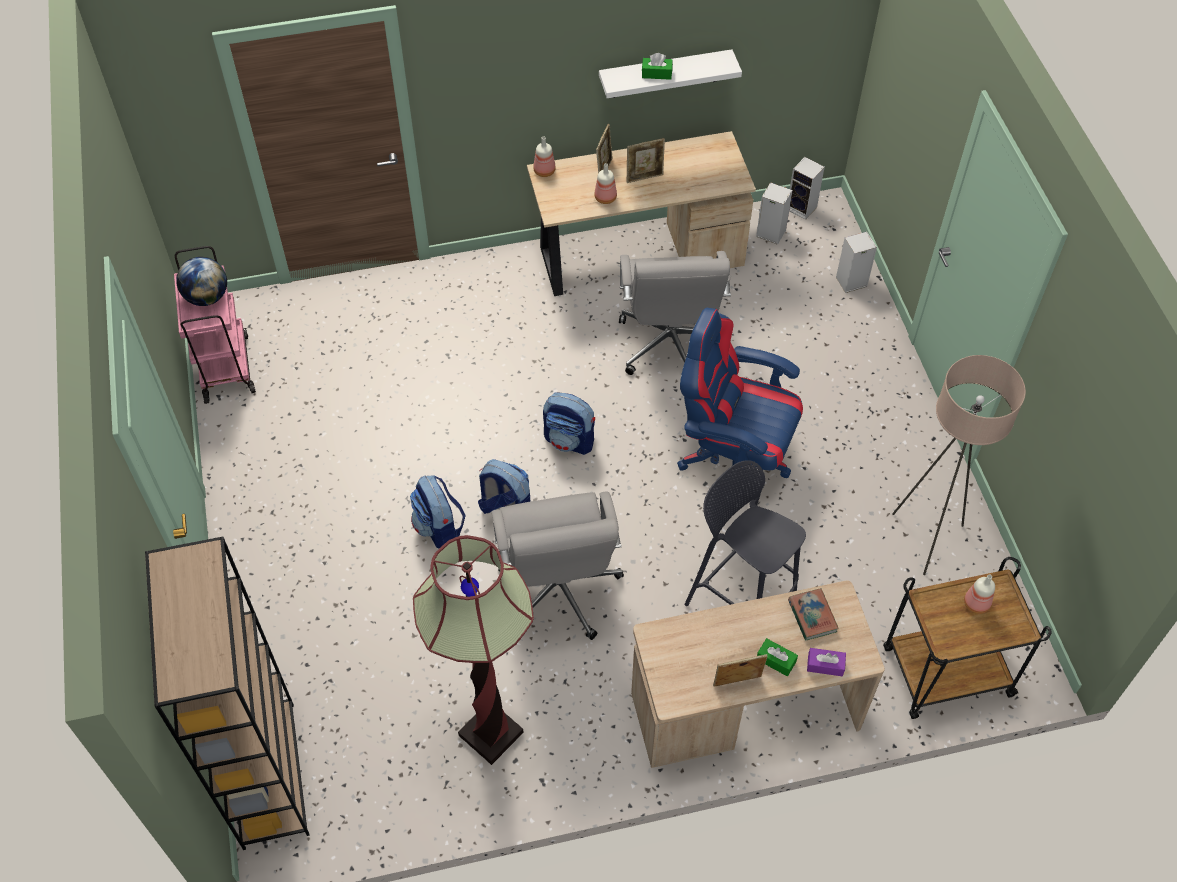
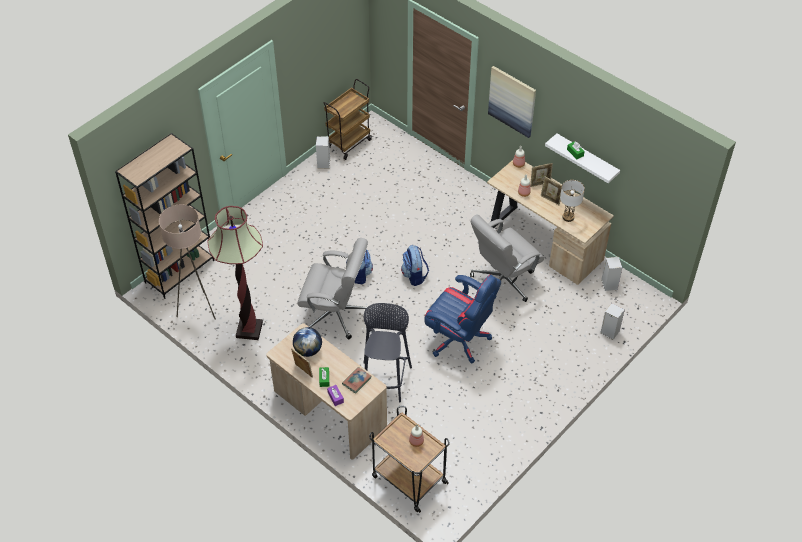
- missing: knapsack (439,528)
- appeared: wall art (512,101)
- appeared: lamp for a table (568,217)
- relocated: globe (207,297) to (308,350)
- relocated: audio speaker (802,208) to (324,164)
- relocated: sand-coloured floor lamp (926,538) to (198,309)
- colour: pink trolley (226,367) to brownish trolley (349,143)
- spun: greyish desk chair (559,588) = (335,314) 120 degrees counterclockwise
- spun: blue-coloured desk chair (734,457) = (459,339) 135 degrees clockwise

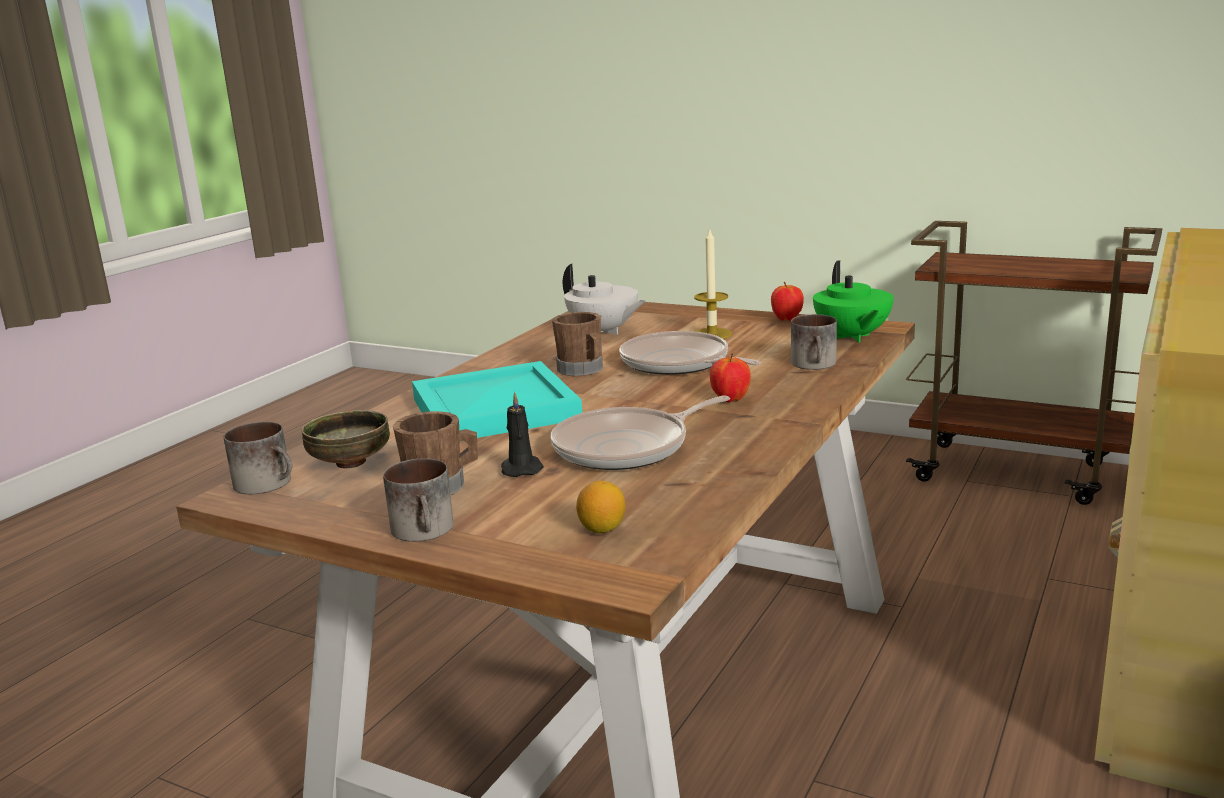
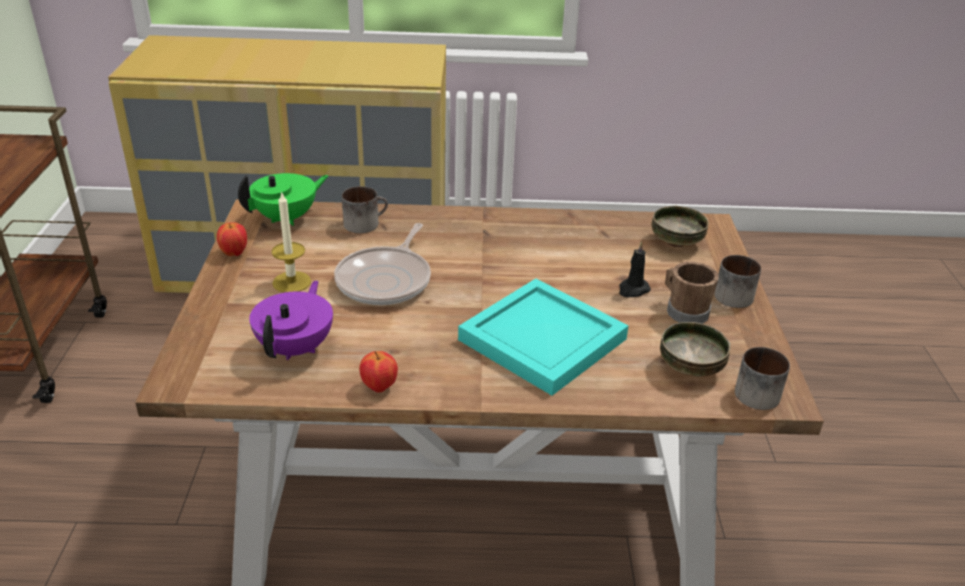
- missing: pan (627,448)
- missing: brownish coffee mug (583,371)
- relocated: apple fruit (730,399) to (379,387)
- exchanged: lemon (602,529) to bowl (676,242)
- colour: whitish pot for tea (603,331) to purple pot for tea (296,348)

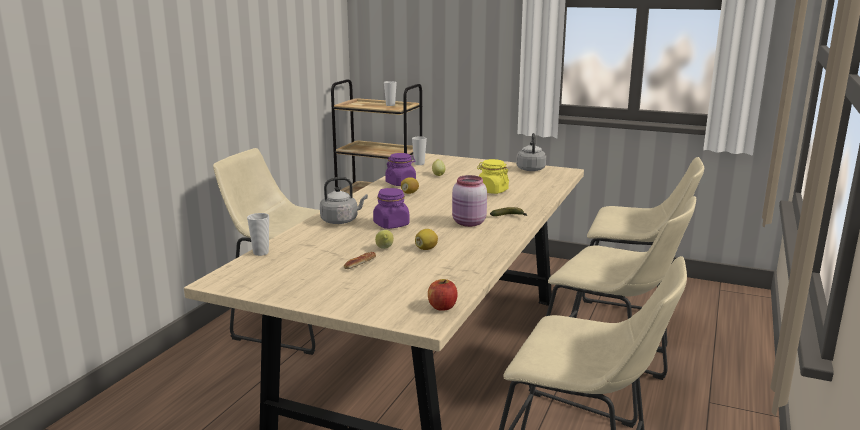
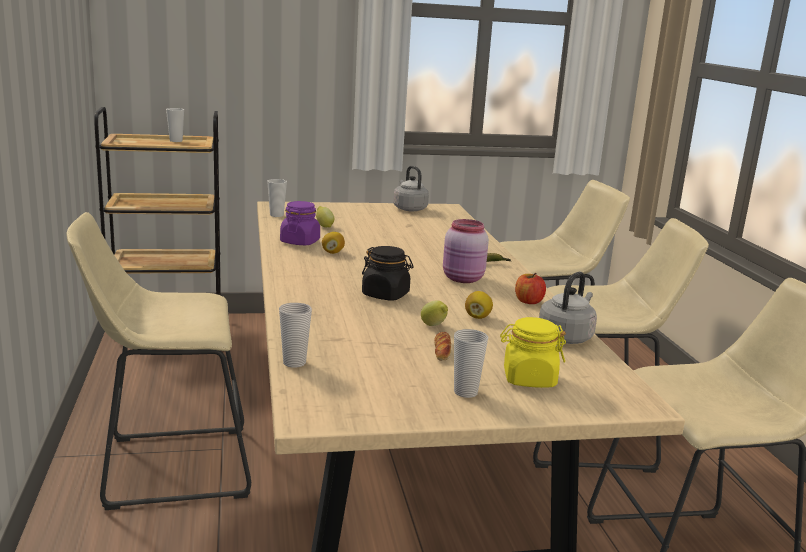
- appeared: drinking cup (465,392)
- relocated: greyish tea kettle (341,221) to (566,337)
- relocated: apple fruit (442,307) to (528,301)
- relocated: yellow-coloured storage jar (492,191) to (529,379)
- colour: purple storage jar (391,225) to blackish storage jar (386,295)

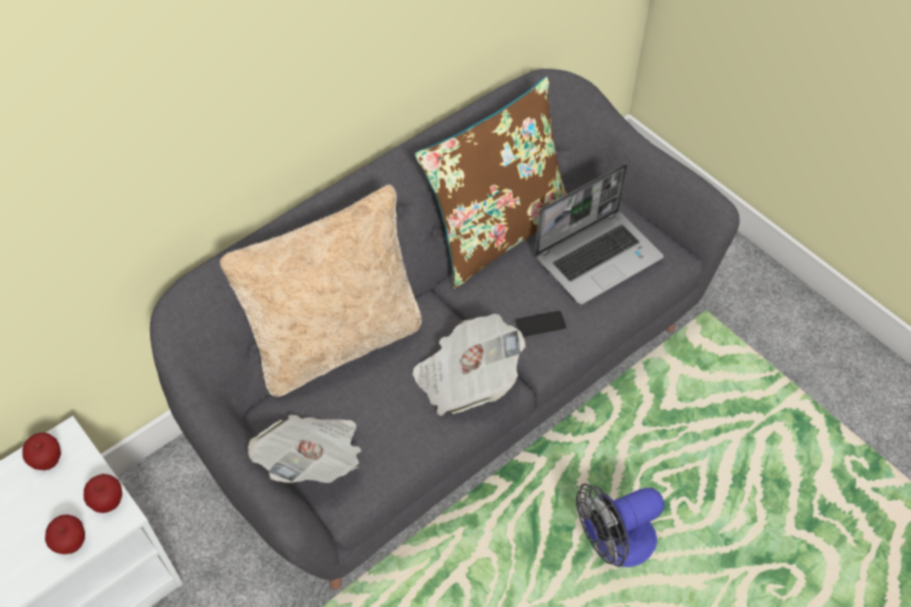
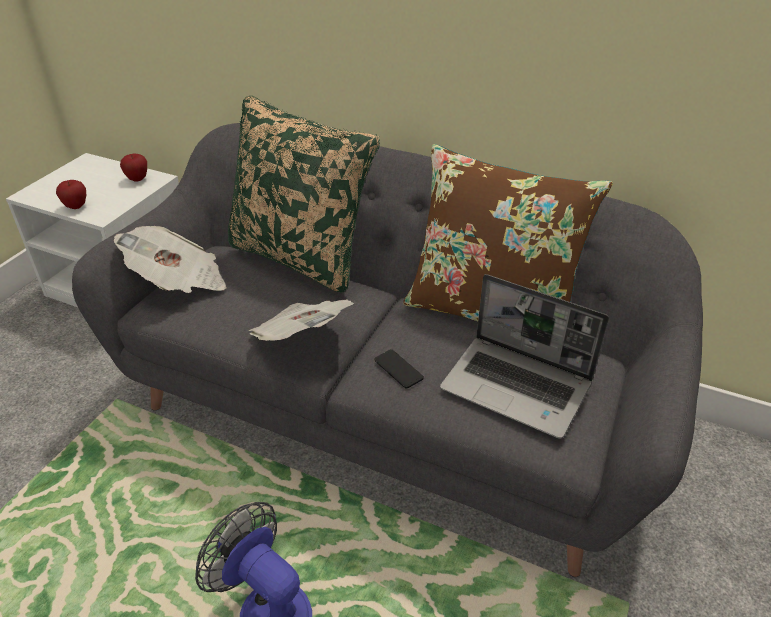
- missing: apple fruit (109,503)
- colour: sand-coloured cushion (339,344) to greenish cushion (300,261)

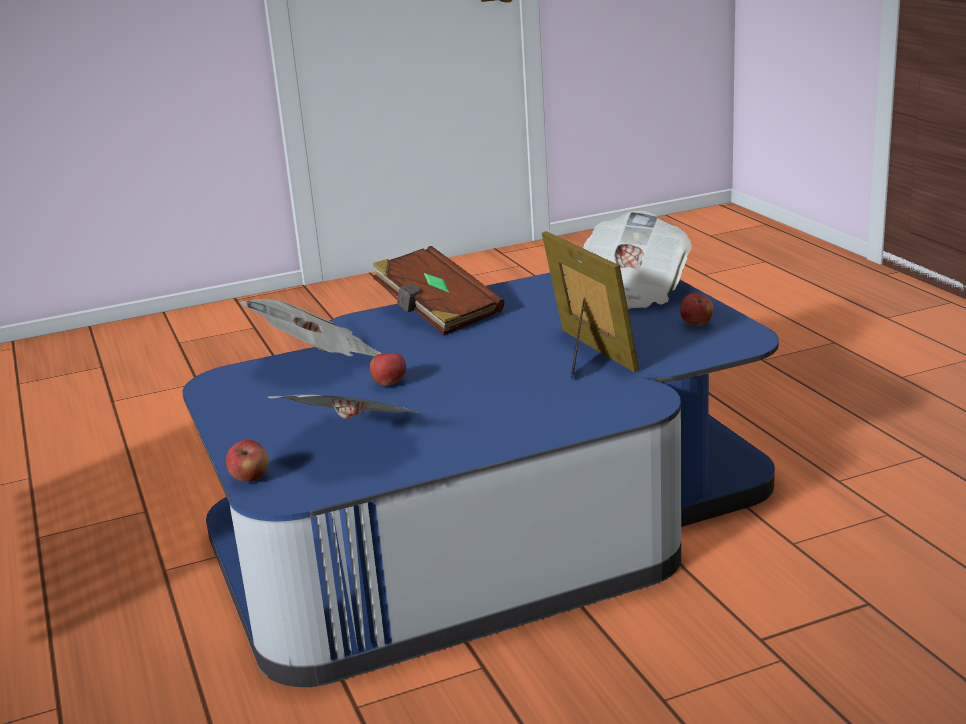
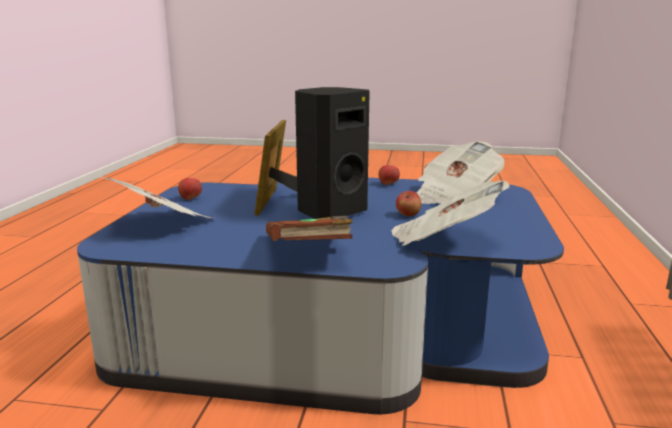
- appeared: blackish audio speaker (330,211)
- relocated: apple fruit (250,478) to (388,184)

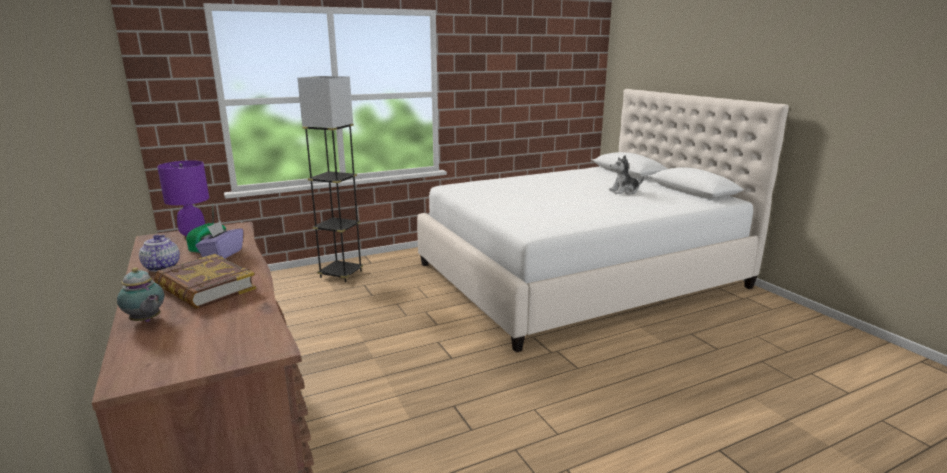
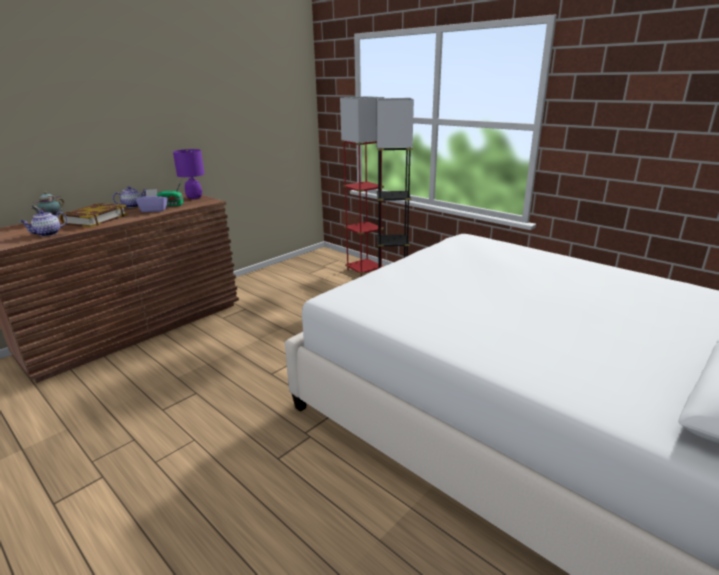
- missing: plush toy (624,191)
- appeared: pot for tea (47,234)
- appeared: red-coloured floor lamp (364,270)

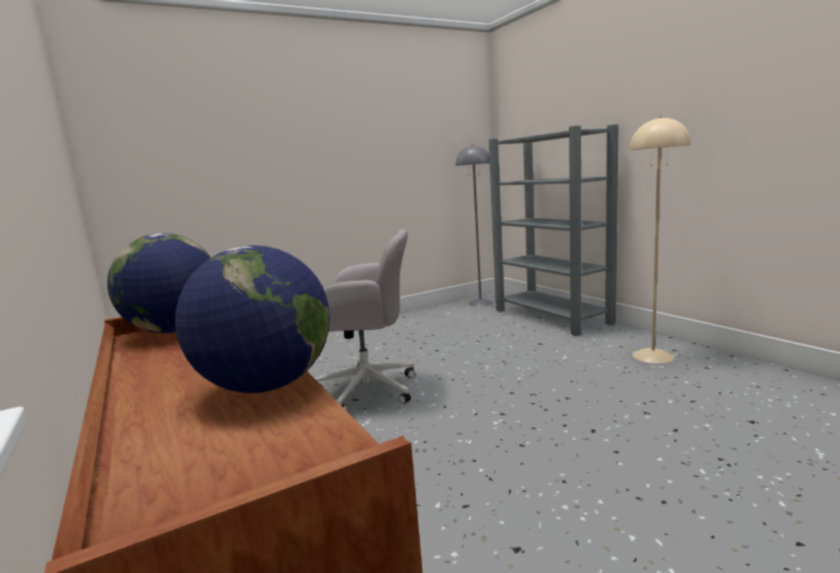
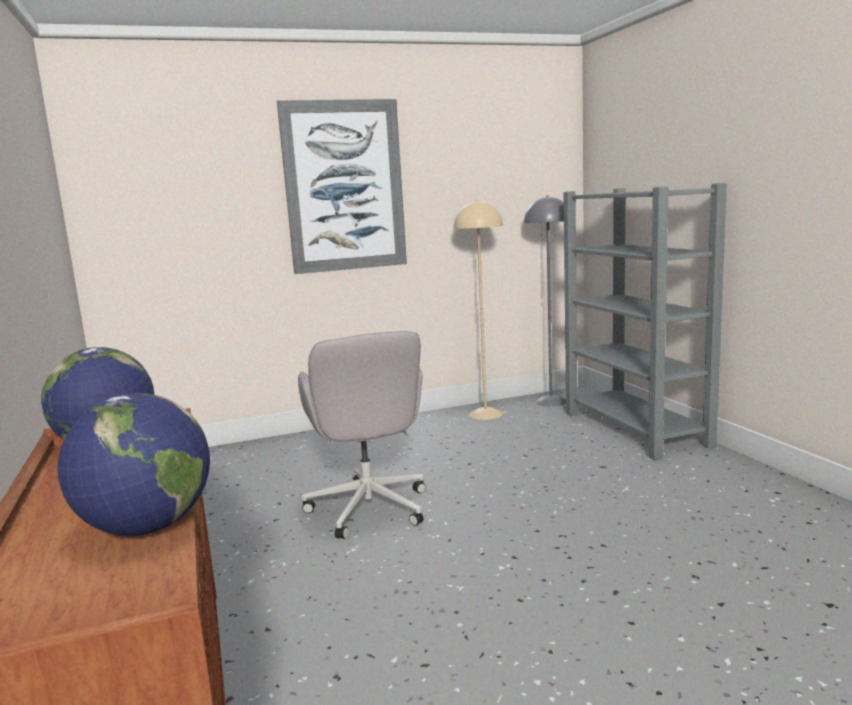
- appeared: wall art (344,186)
- relocated: sand-coloured floor lamp (652,356) to (485,414)
- spun: greyish desk chair (368,390) = (369,509) 60 degrees clockwise

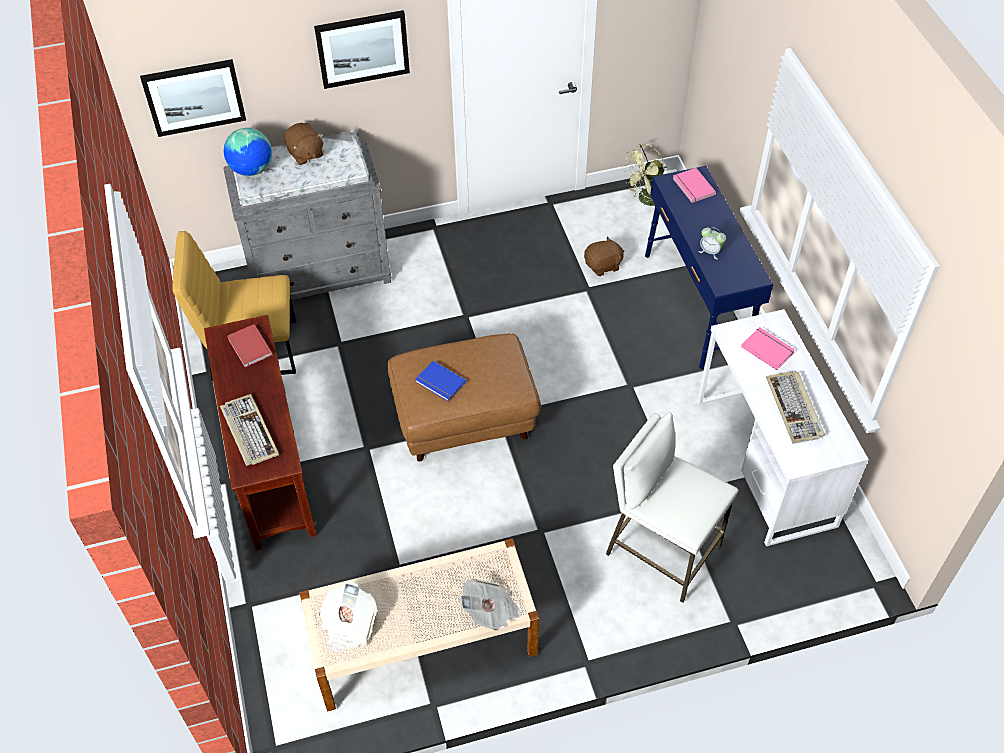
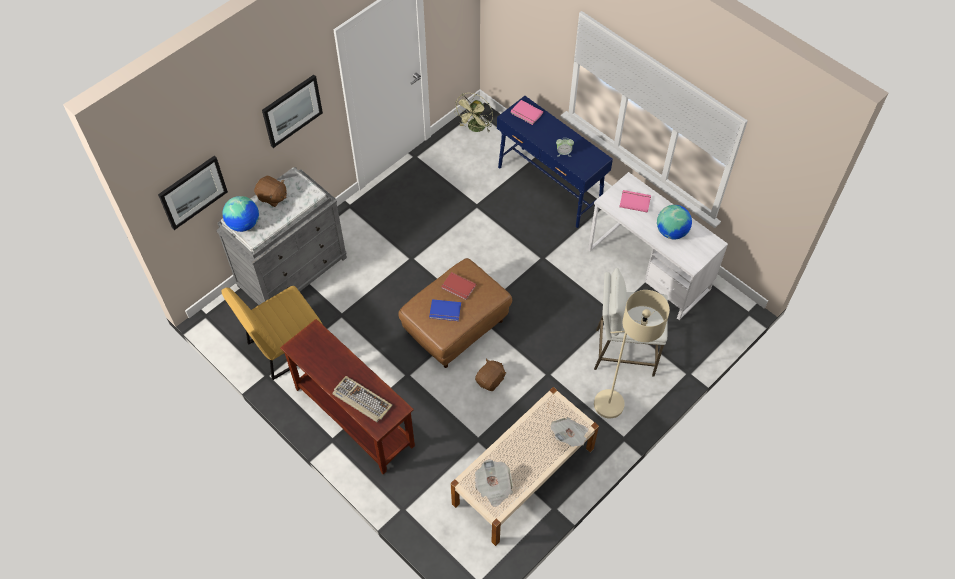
- appeared: sand-coloured floor lamp (618,403)
- relocated: red-coloured book (248,347) to (458,287)
- relocated: brownish plush toy (603,266) to (490,380)
- exchanged: computer keyboard (795,409) to globe (672,232)

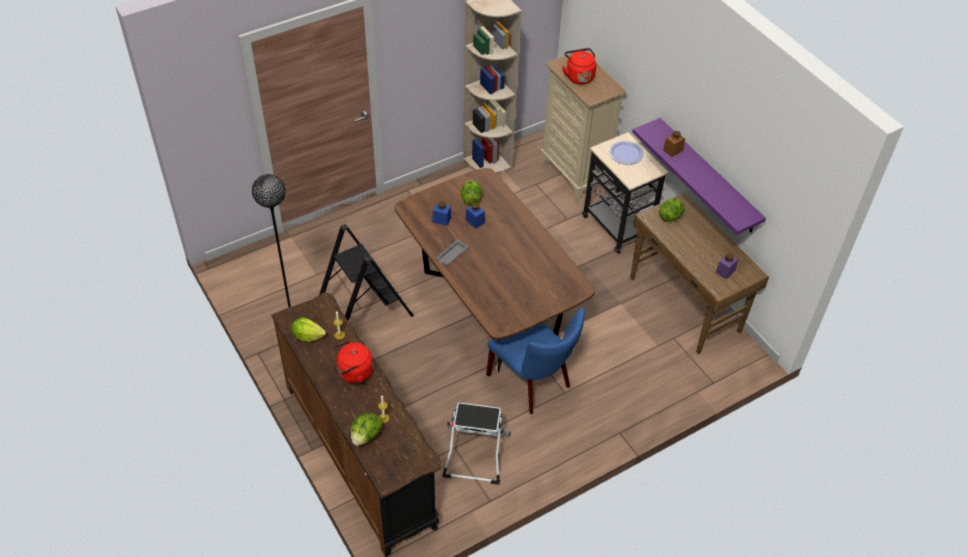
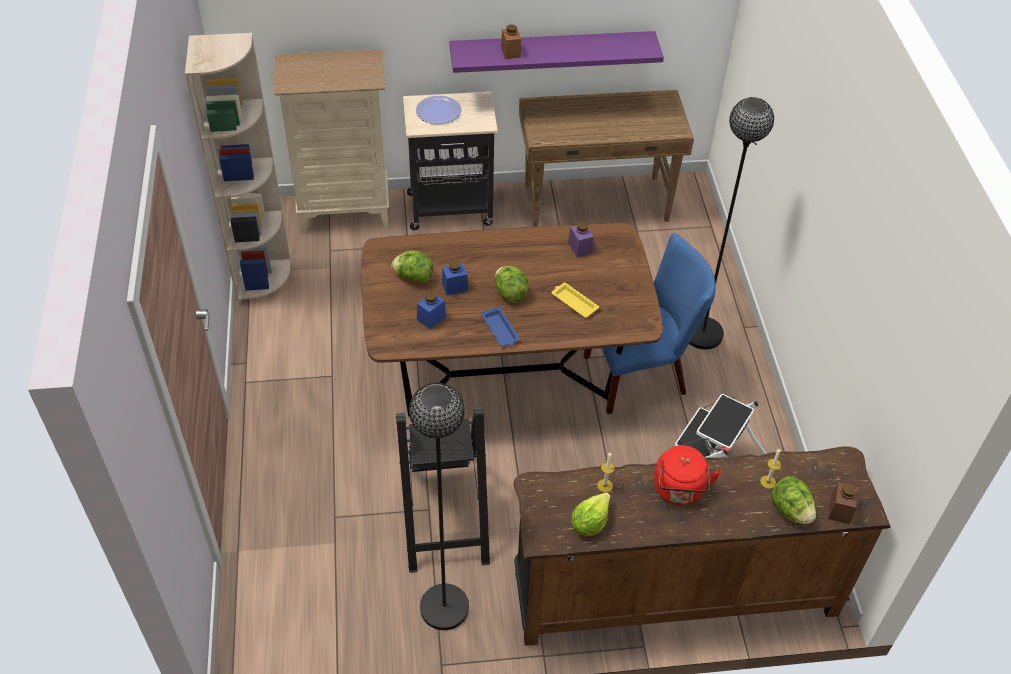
- missing: red-coloured tea kettle (579,76)
- appeared: yellow-coloured serving tray (573,302)
- appeared: blackish floor lamp (703,334)
- appeared: brownish storage jar (840,510)
- relocated: lettuce (670,217) to (510,293)
- relocated: purple storage jar (725,271) to (580,248)
- colour: greyish serving tray (451,254) to blue-coloured serving tray (500,330)

